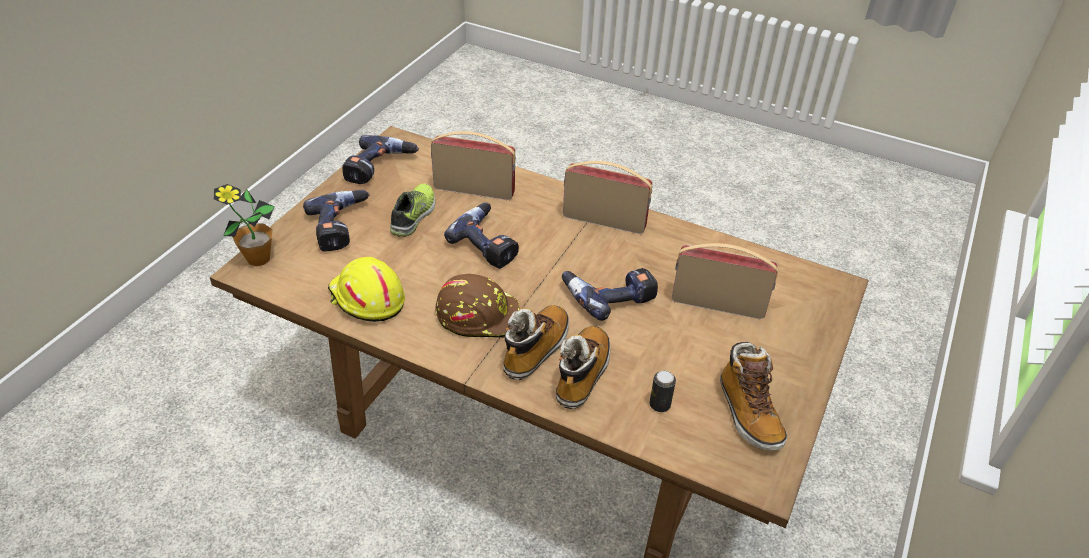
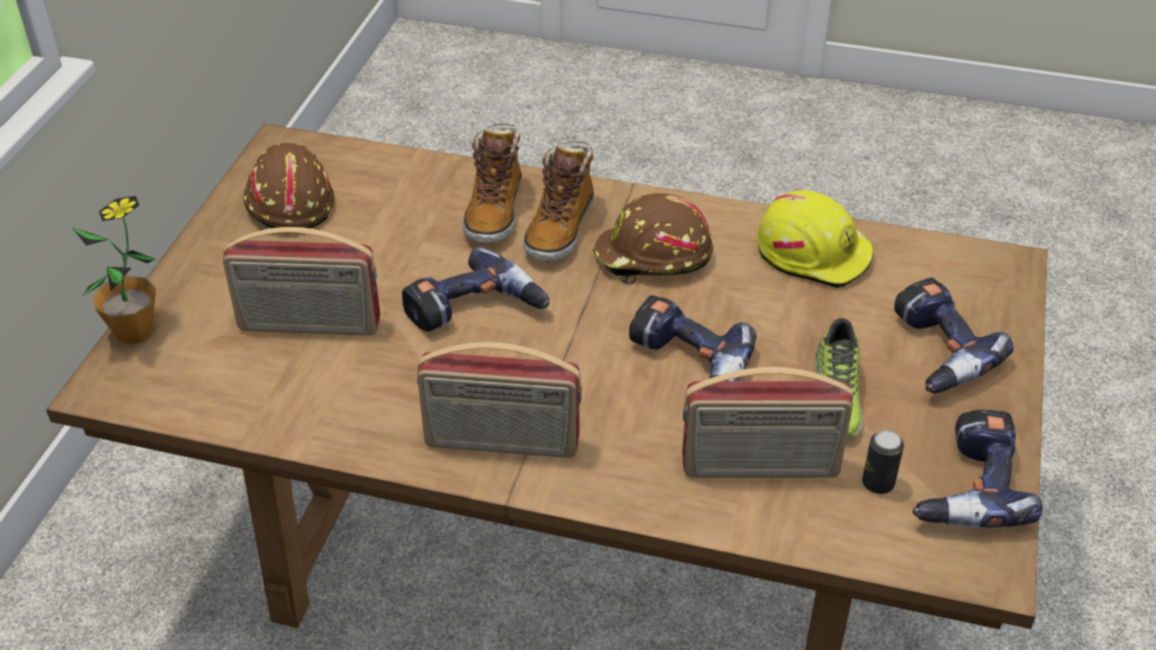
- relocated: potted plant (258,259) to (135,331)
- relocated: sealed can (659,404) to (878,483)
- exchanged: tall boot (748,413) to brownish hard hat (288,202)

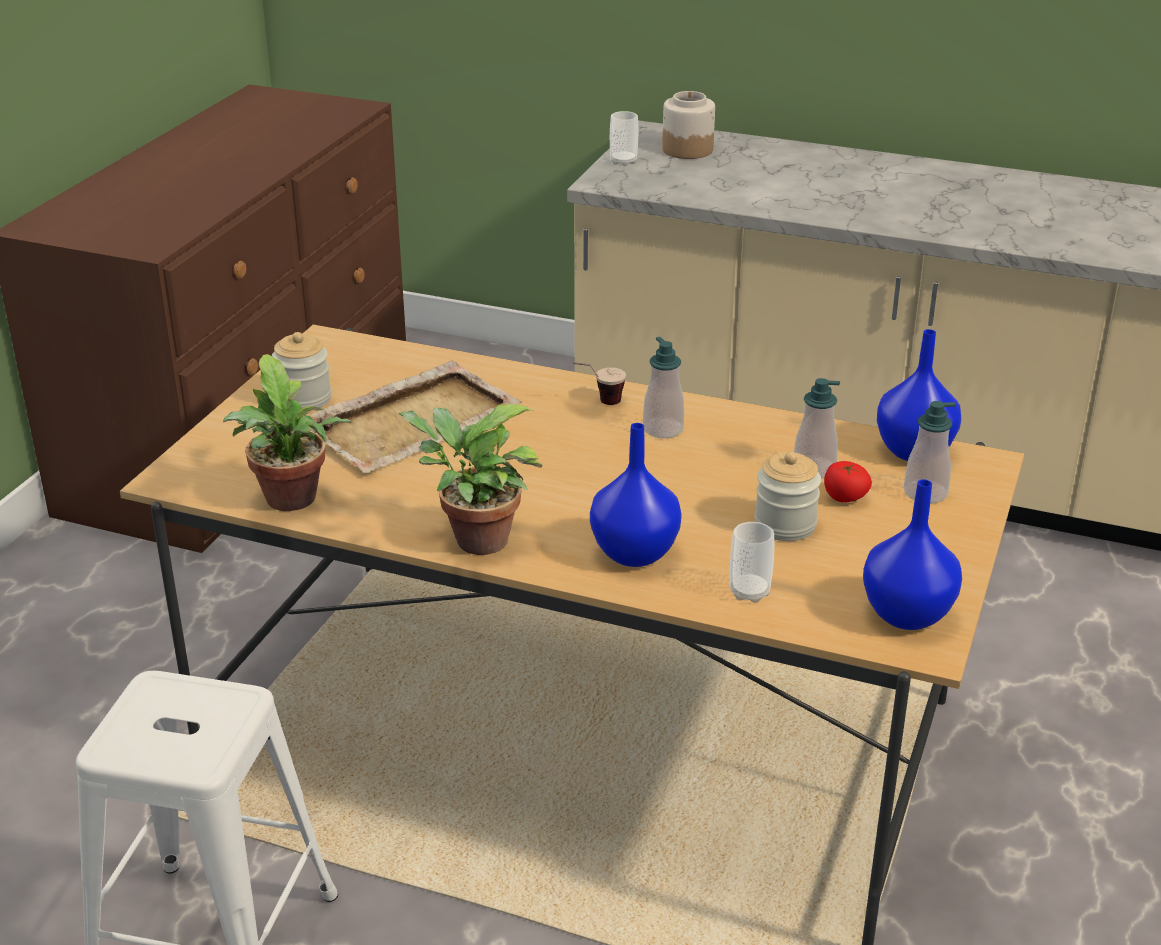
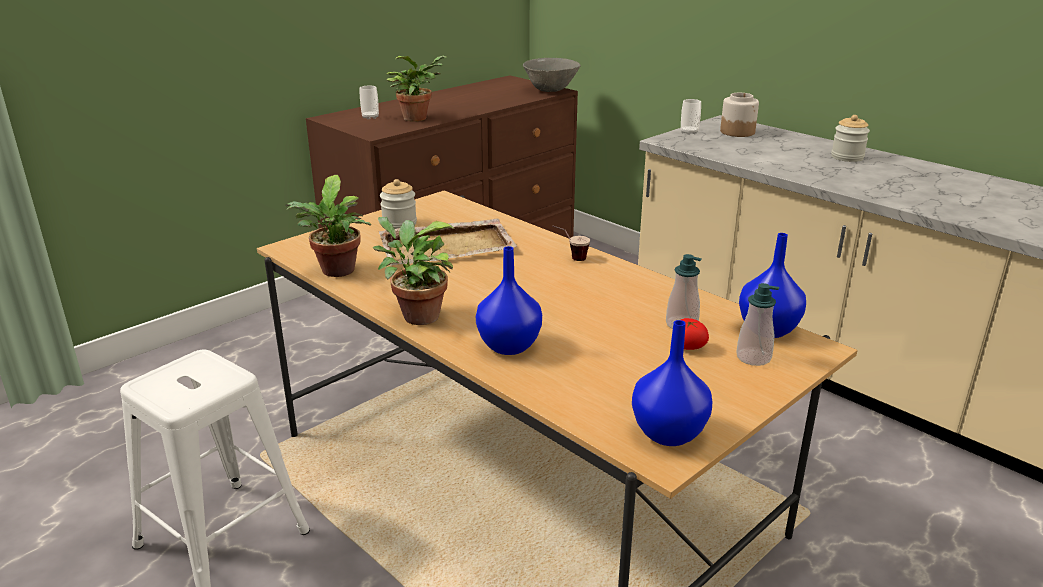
- missing: liquid soap bottle (663,429)
- appeared: potted plant (417,118)
- appeared: greyish bowl (551,90)
- relocated: drinking cup (749,592) to (370,117)
- relocated: storage jar (785,525) to (847,157)

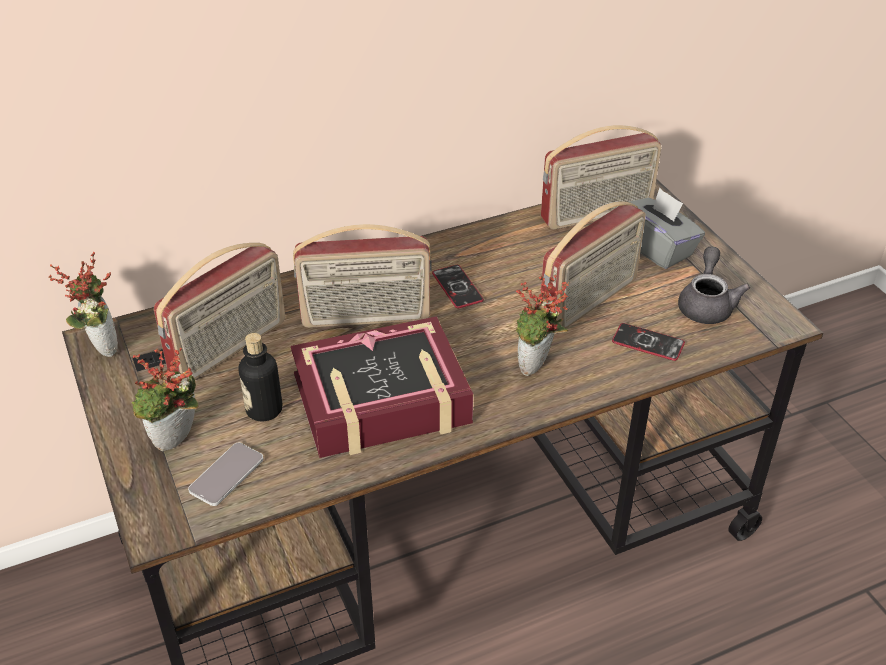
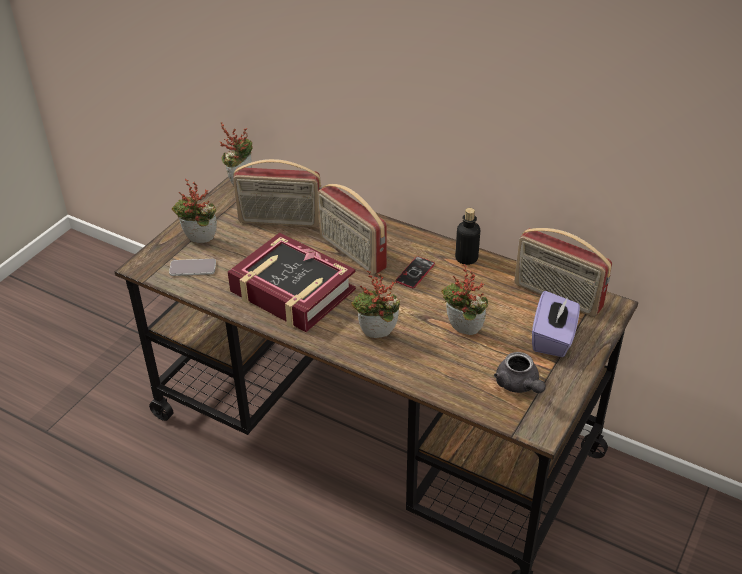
- missing: handset (648,343)
- relocated: beverage bottle (264,409) to (466,258)
- exchanged: radio set (589,302) to potted plant (461,332)
- colour: greyish tissue box (656,248) to purple tissue box (553,338)
- spun: greyish pot for tea (706,304) = (519,385) 90 degrees clockwise

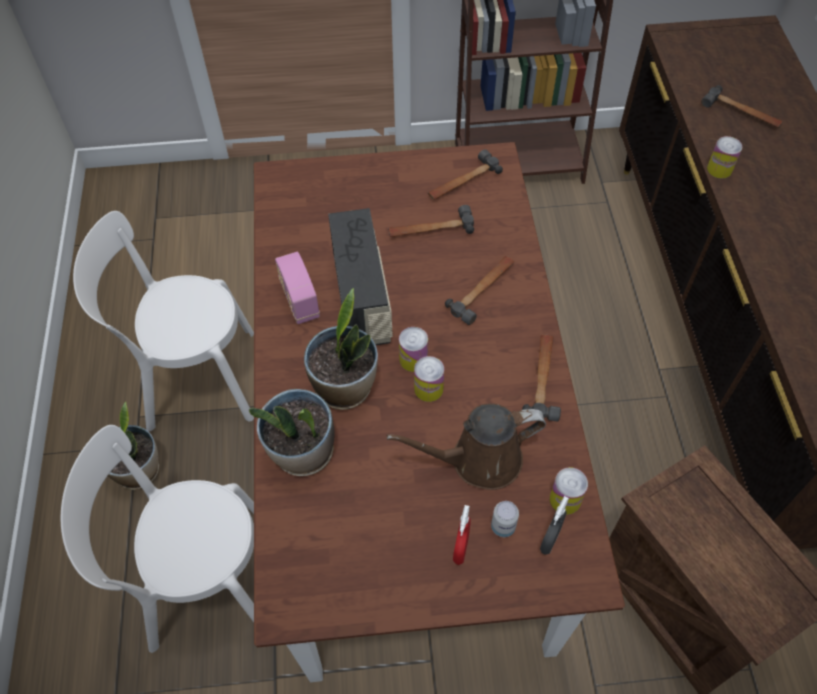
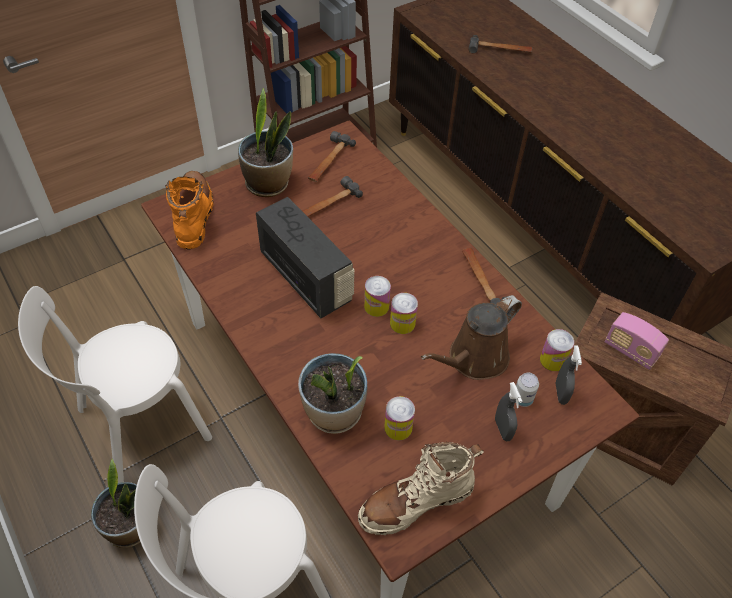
- missing: tool hammer (483,290)
- appeared: orangey tall boot (194,215)
- appeared: sand-coloured tall boot (416,502)
- relocated: radio set (299,300) to (630,351)
- relocated: potted plant (345,387) to (268,184)
- relocated: sealed can (719,169) to (398,427)
- colour: red-coloured spray bottle (460,549) to greyish spray bottle (503,429)

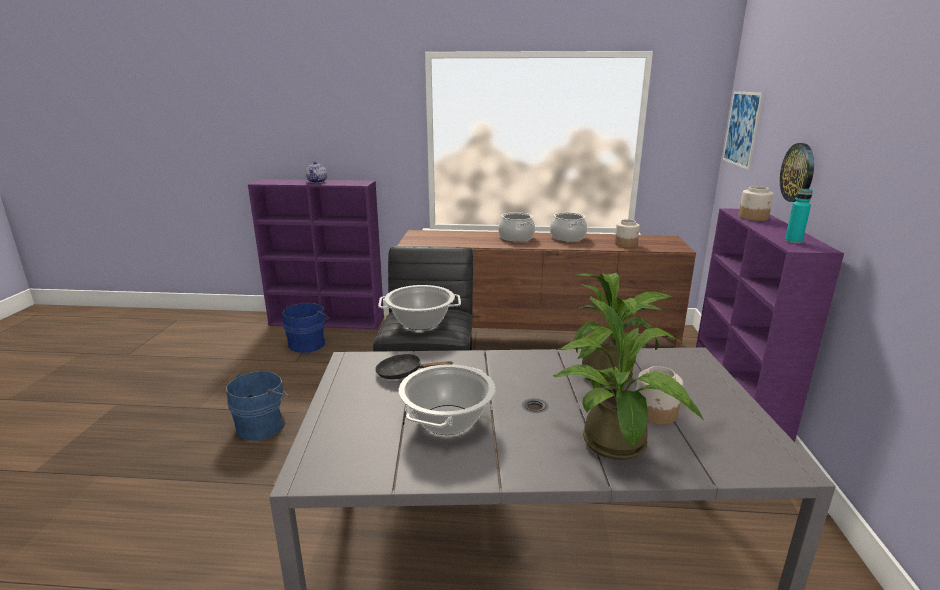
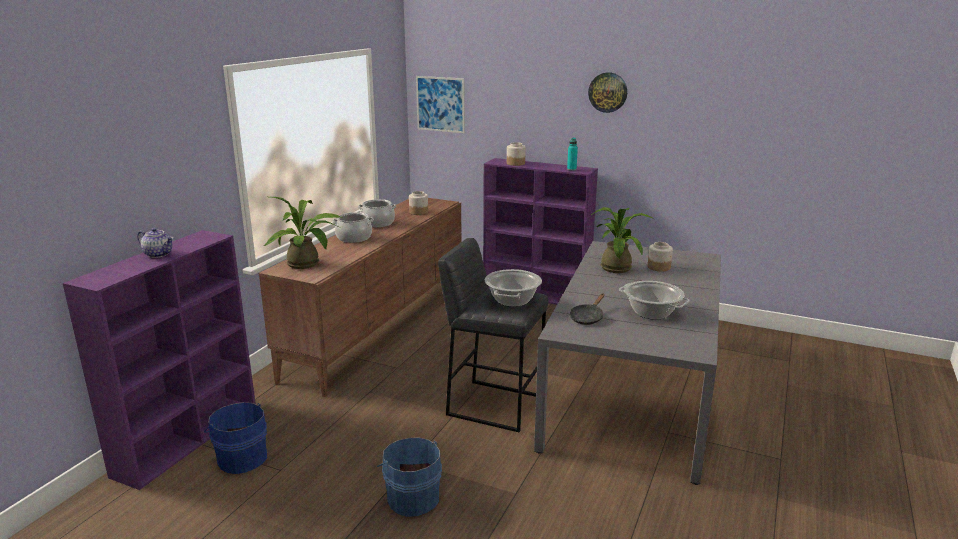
- relocated: potted plant (617,448) to (307,264)
- relocated: clock on the wall (798,172) to (608,92)

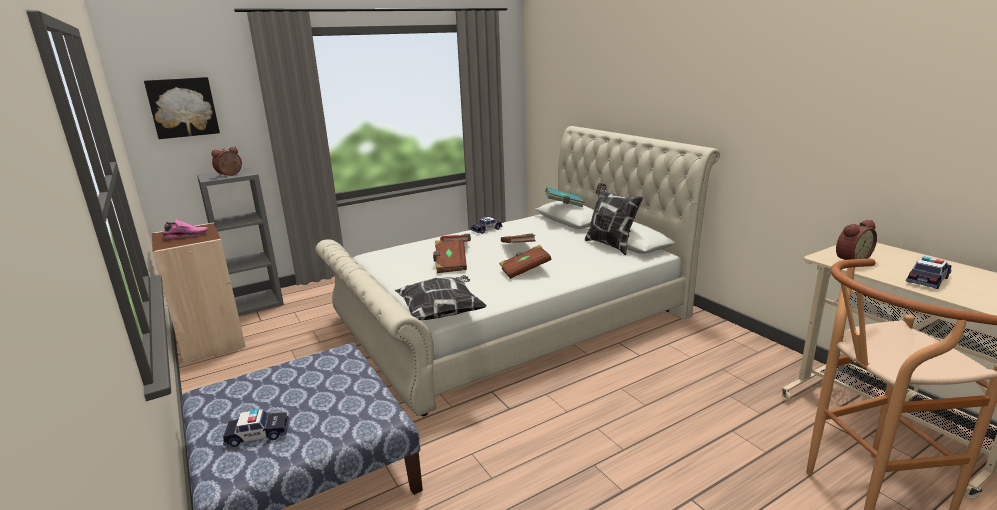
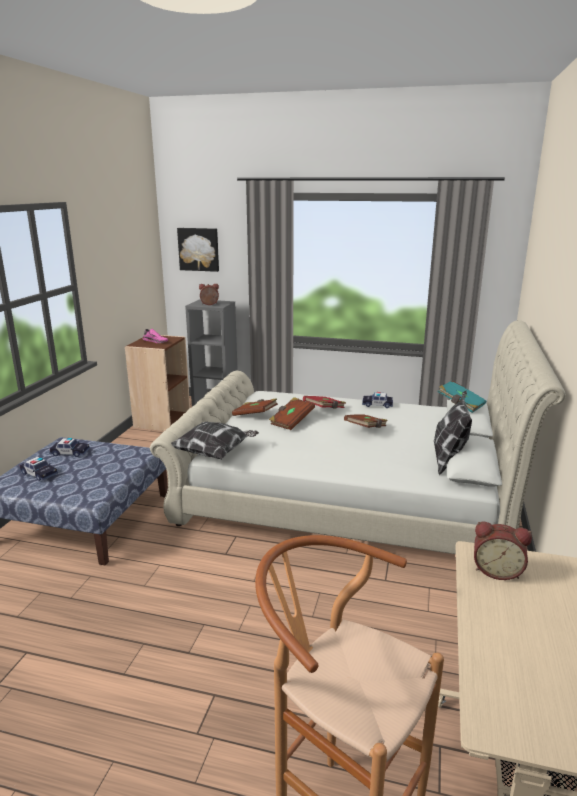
- relocated: brownish book (524,271) to (255,415)
- relocated: toy car (927,279) to (70,453)

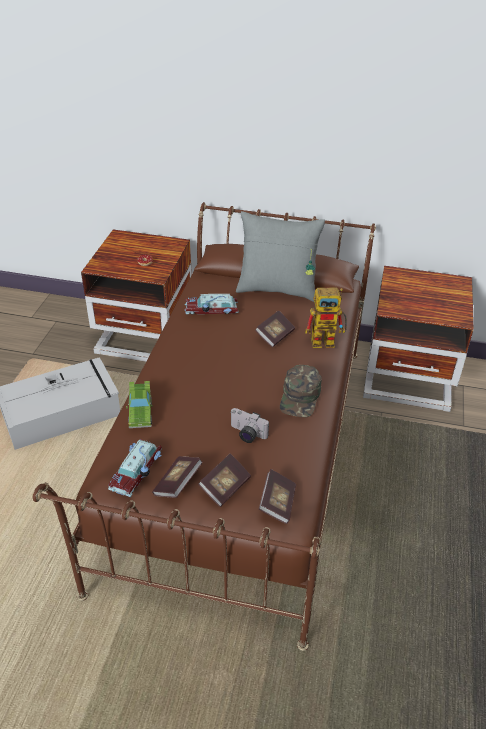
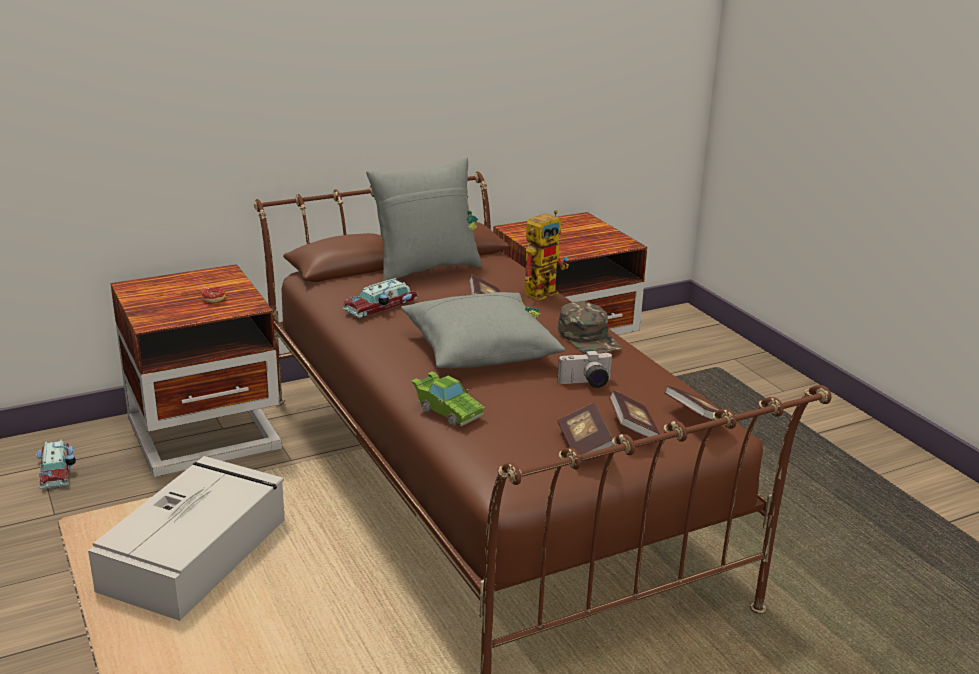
- appeared: greyish cushion (480,351)
- relocated: toy car (137,470) to (57,469)

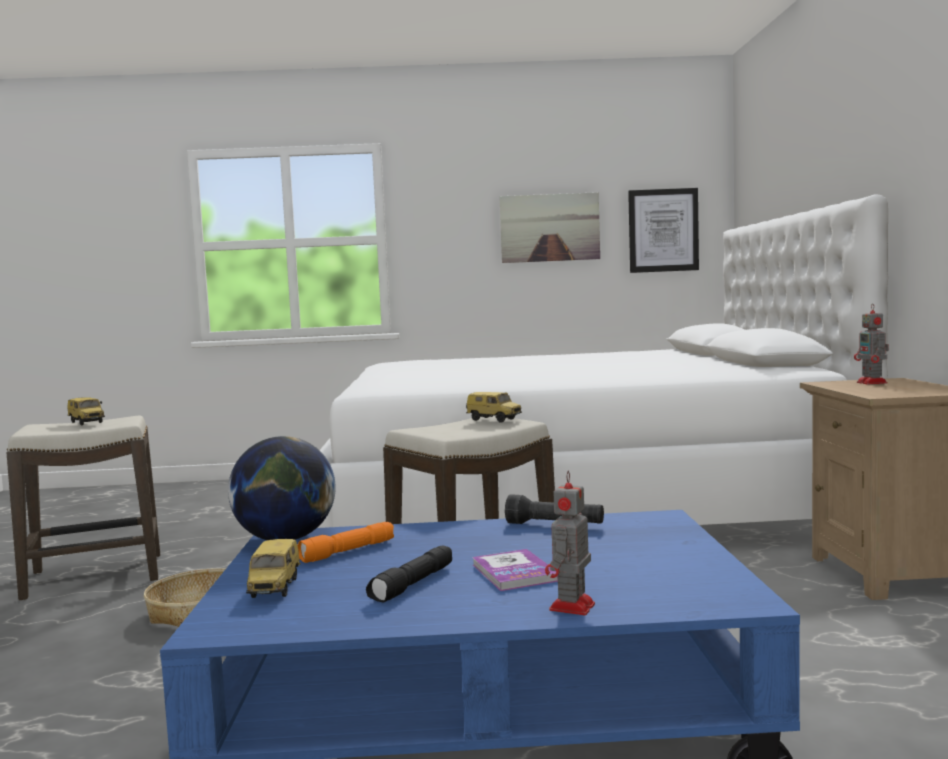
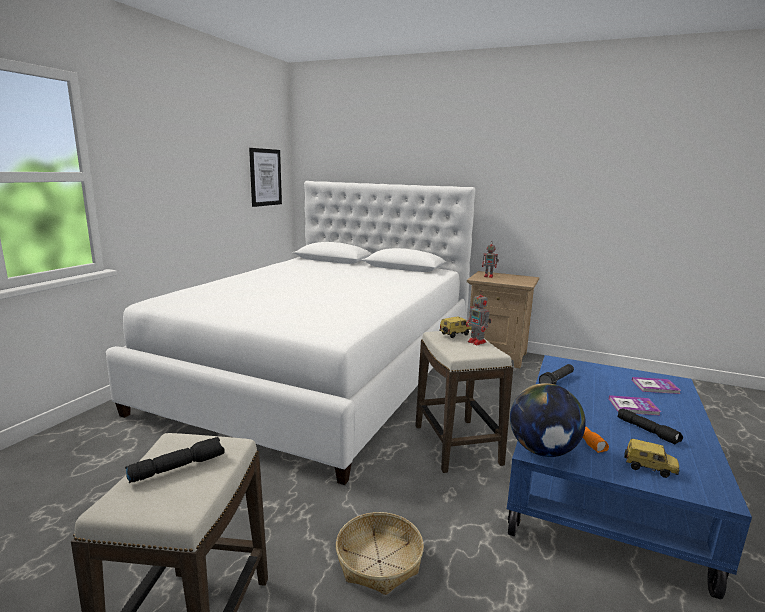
- missing: wall art (549,227)
- appeared: book (655,386)
- relocated: model robot (571,608) to (477,342)
- exchanged: toy car (88,423) to blackish flashlight (178,467)

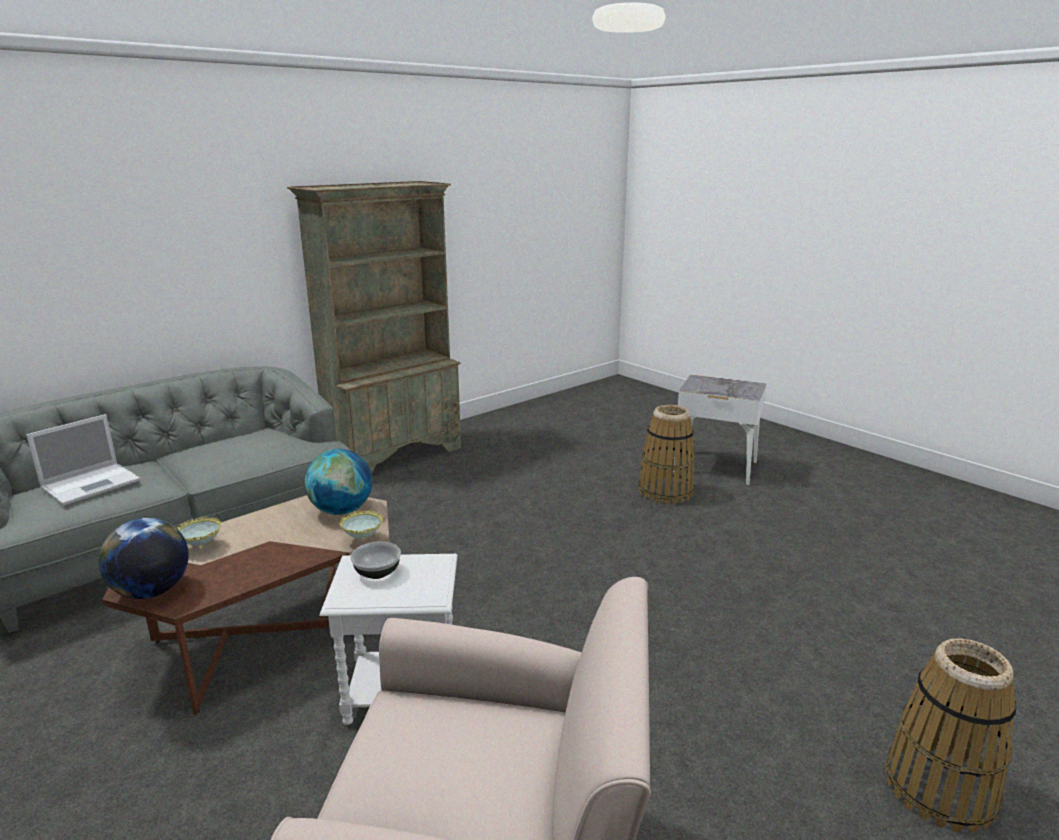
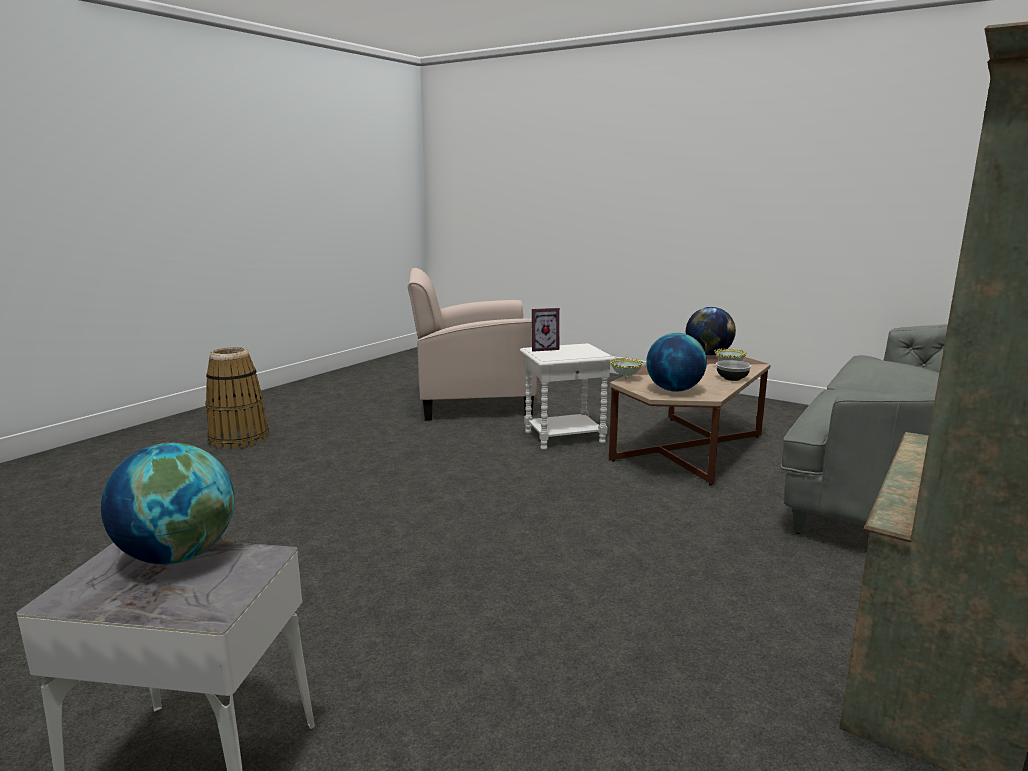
- missing: laptop (93,483)
- missing: basket (666,492)
- appeared: globe (178,555)
- appeared: photo frame (543,349)
- relocated: bowl (377,573) to (731,378)

